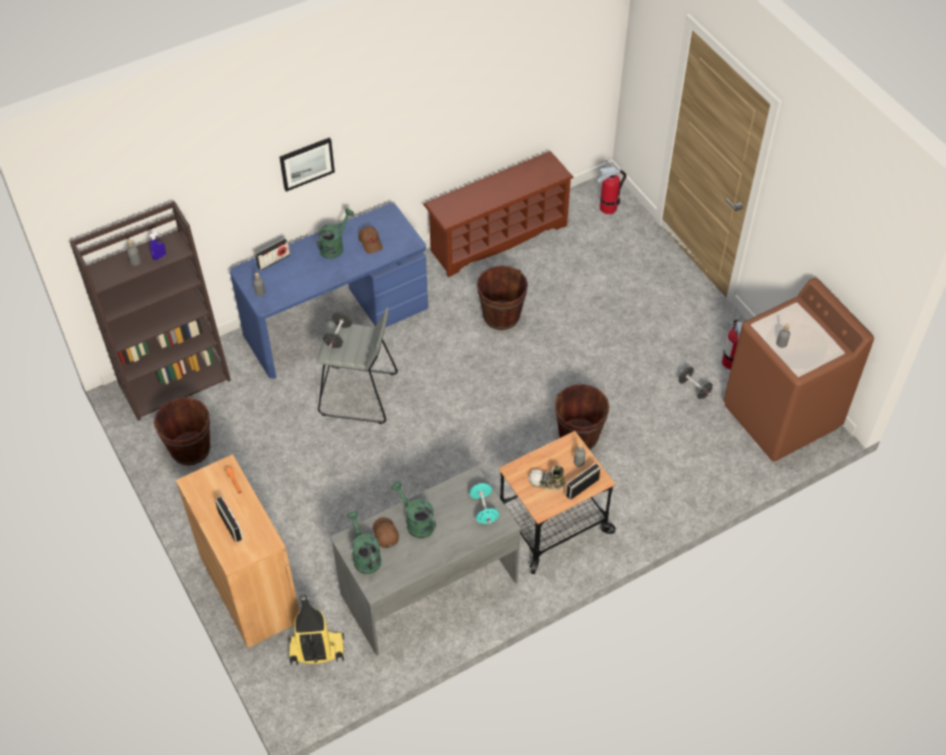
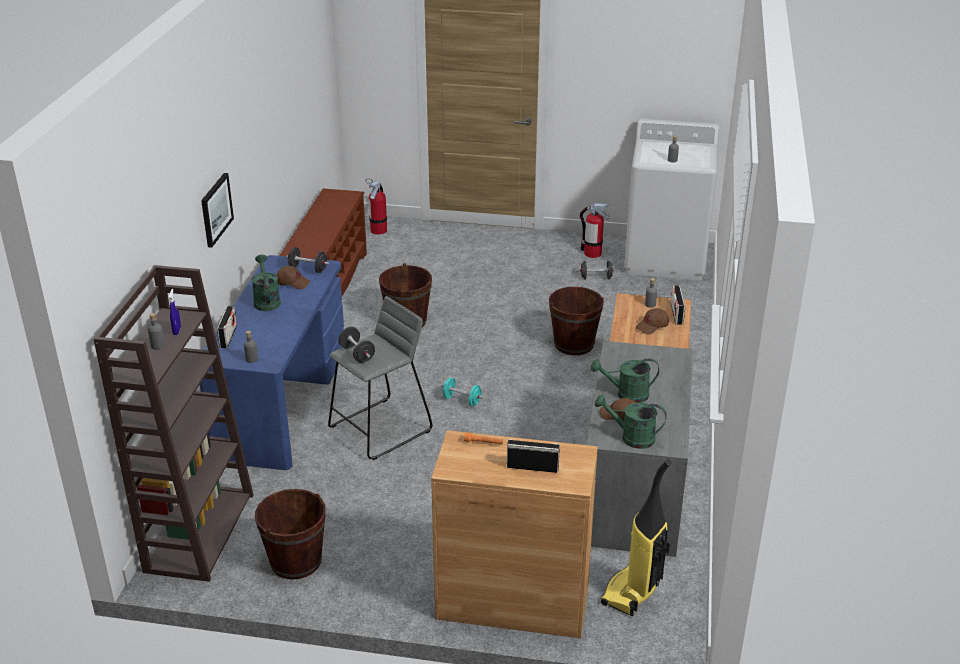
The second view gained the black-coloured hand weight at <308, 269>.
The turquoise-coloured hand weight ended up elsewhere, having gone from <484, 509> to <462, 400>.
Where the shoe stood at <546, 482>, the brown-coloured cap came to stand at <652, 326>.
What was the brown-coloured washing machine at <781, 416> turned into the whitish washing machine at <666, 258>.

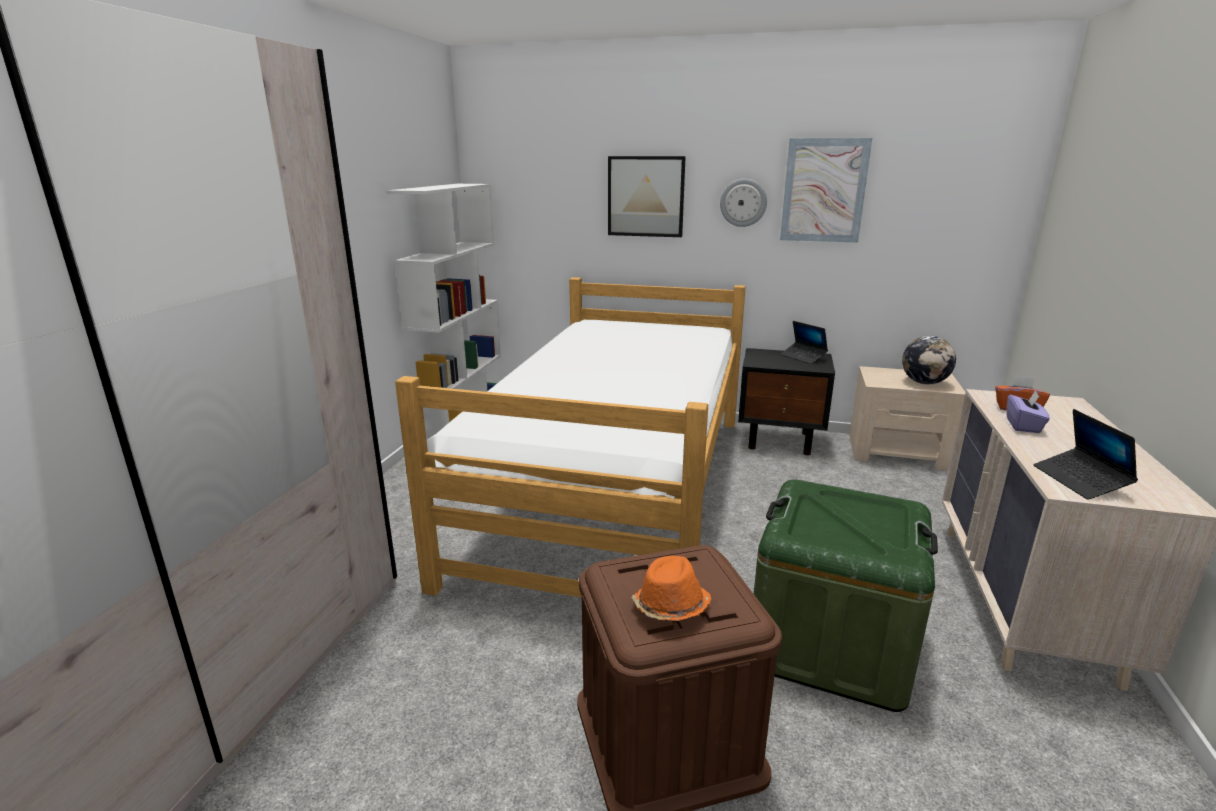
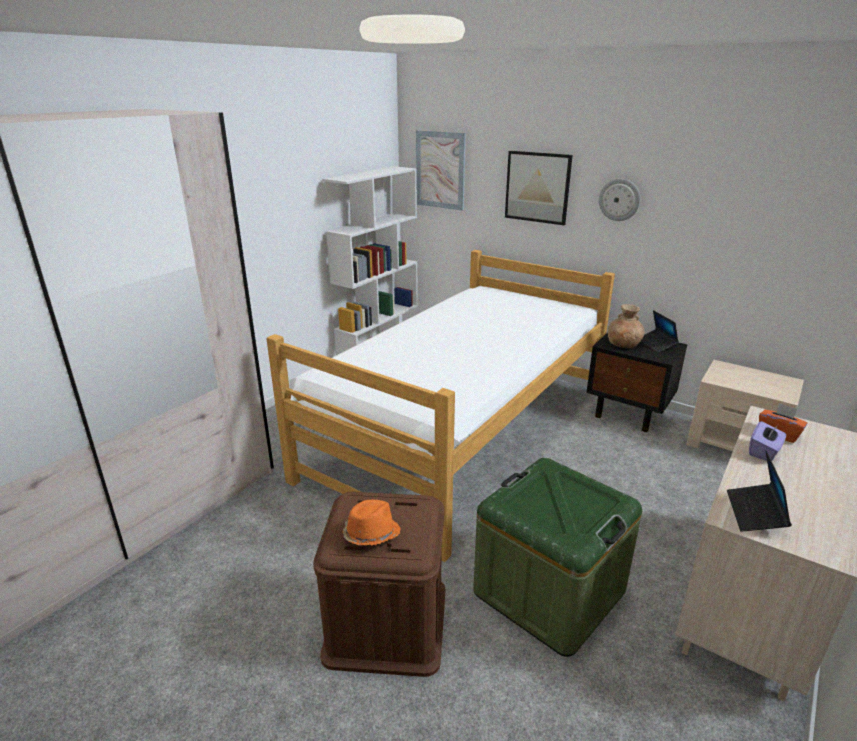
The second view lost the world globe at <924, 383>.
The second view gained the brown-coloured flower vase at <623, 344>.
The wall picture ended up elsewhere, having gone from <824, 191> to <440, 170>.

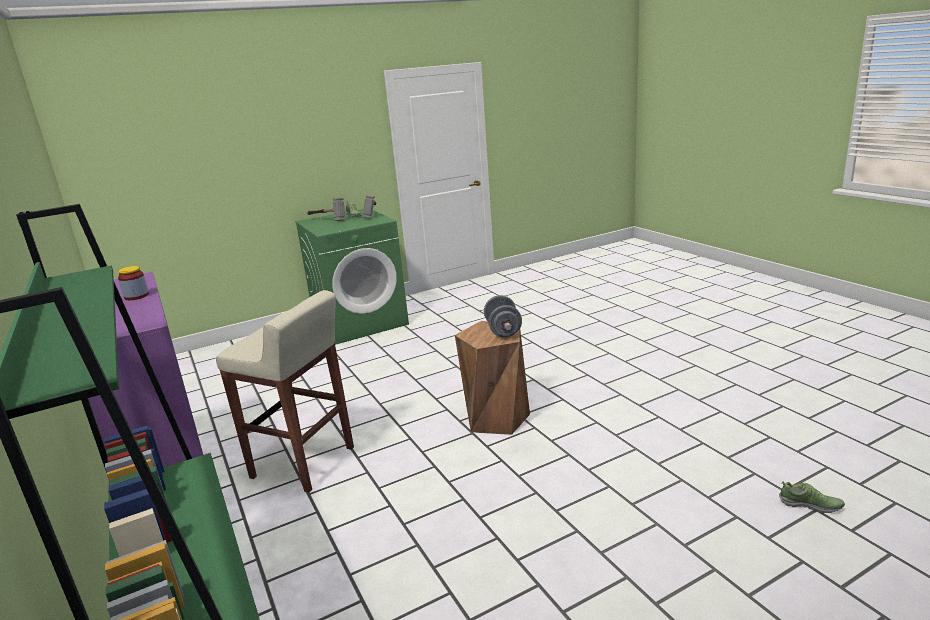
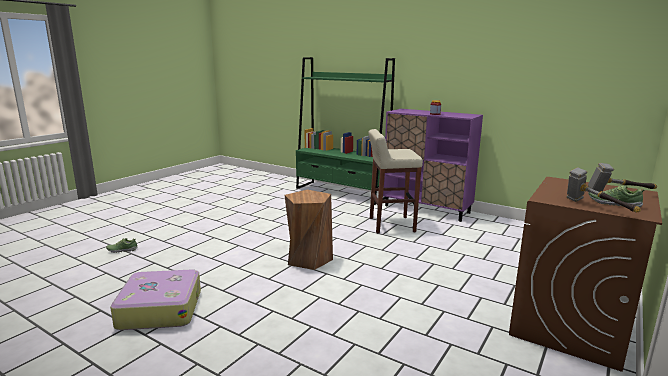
The second view lost the greyish hand weight at <503, 331>.
The second view gained the travel case at <160, 309>.
What was the greenish washing machine at <361, 322> turned into the brown-coloured washing machine at <569, 326>.

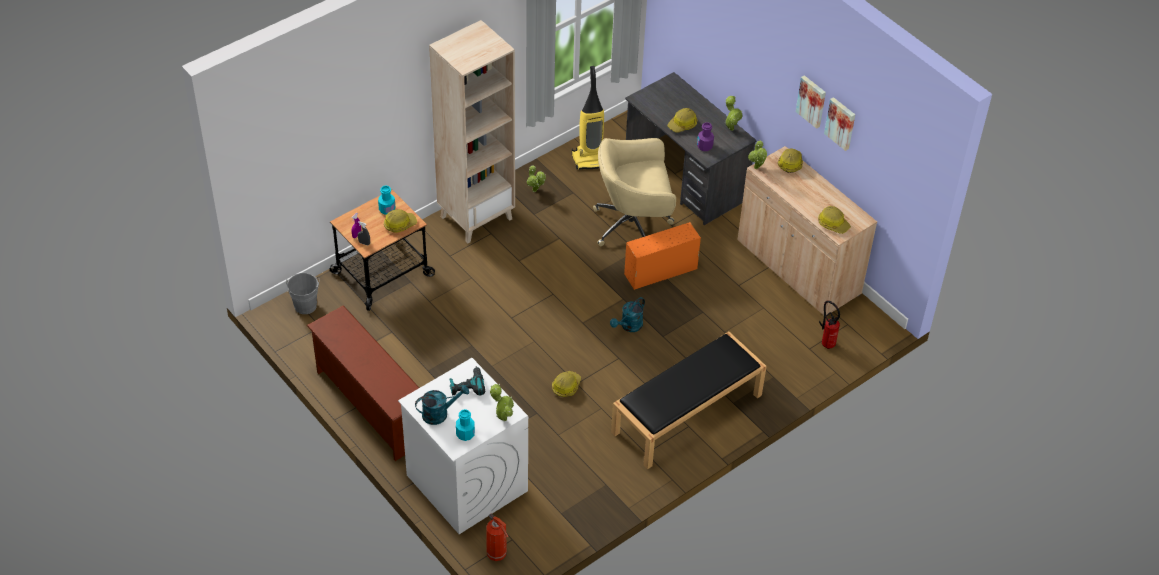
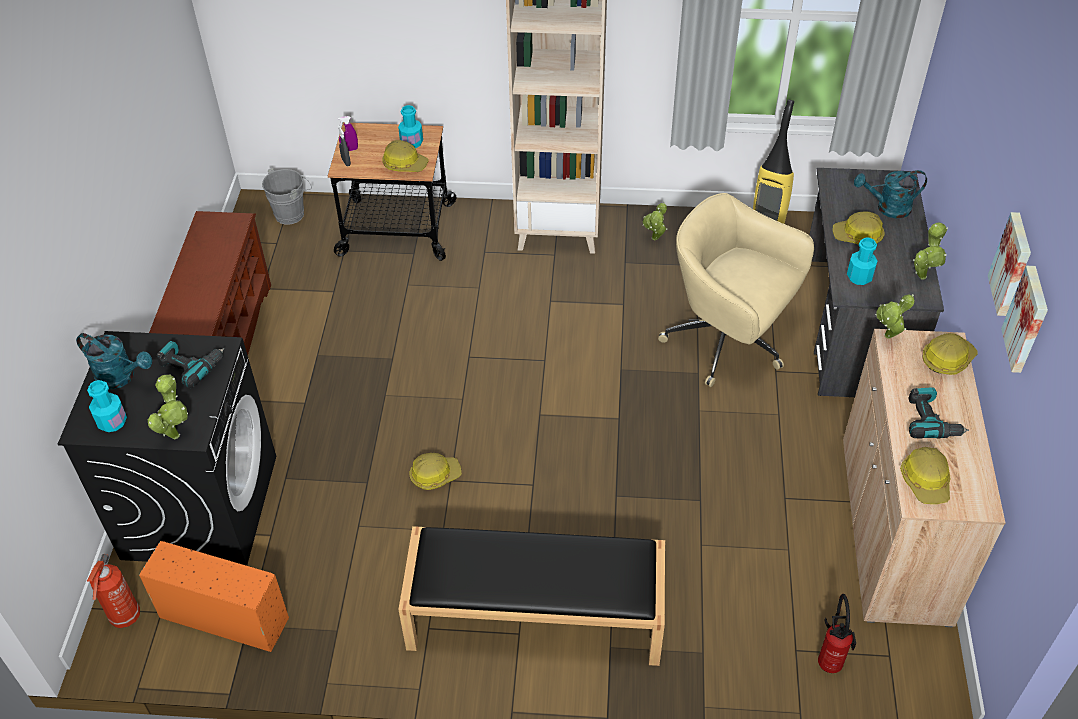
The second view gained the drill at <931, 421>.
The turquoise-coloured watering pot ended up elsewhere, having gone from <629, 326> to <887, 208>.
The orange storage bin ended up elsewhere, having gone from <659, 272> to <222, 617>.
What was the whitish washing machine at <466, 482> turned into the black-coloured washing machine at <200, 506>.
What was the purplish drink bottle at <704, 146> turned into the turquoise-coloured drink bottle at <859, 277>.

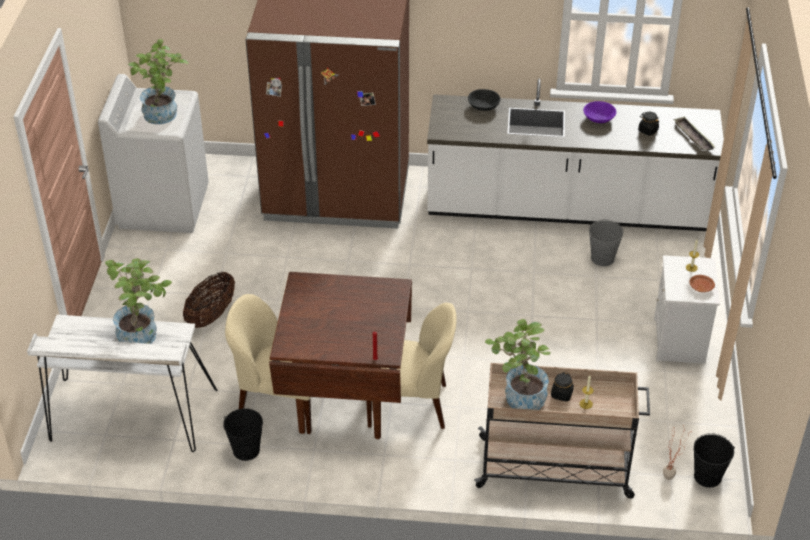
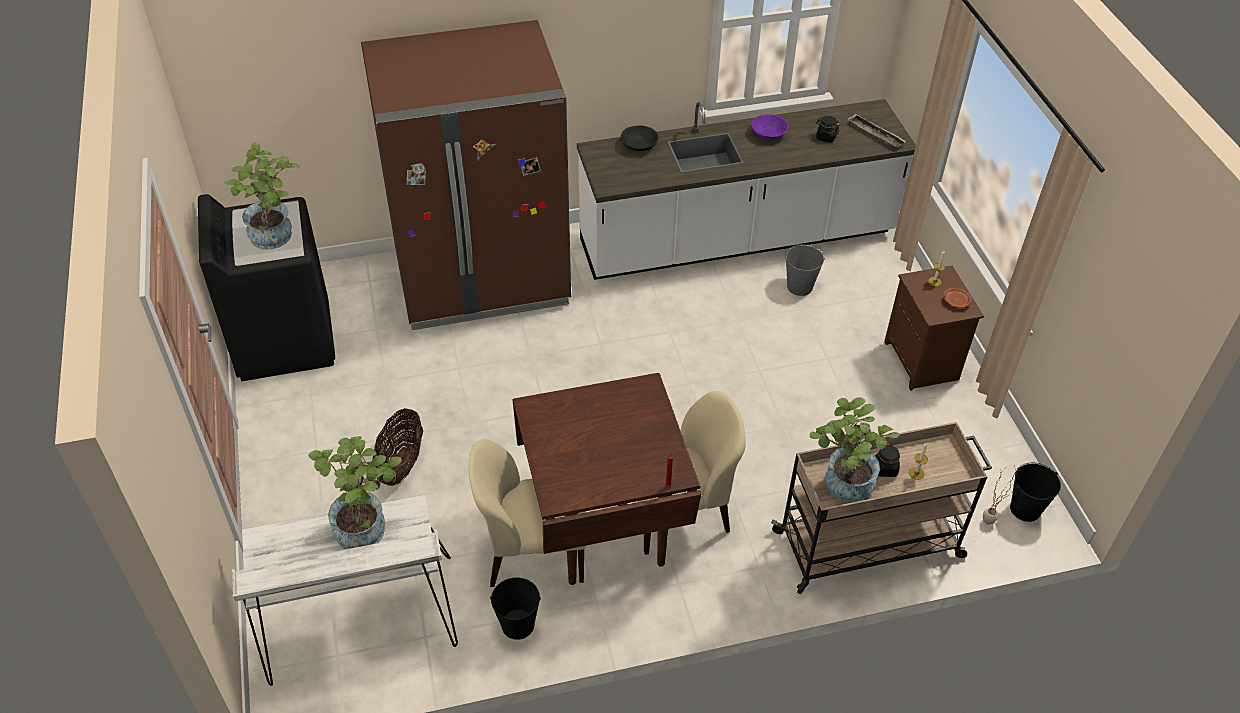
What was the whitish washing machine at <163, 206> turned into the black-coloured washing machine at <284, 340>.
What was the whitish night table at <680, 342> turned into the brown-coloured night table at <923, 362>.

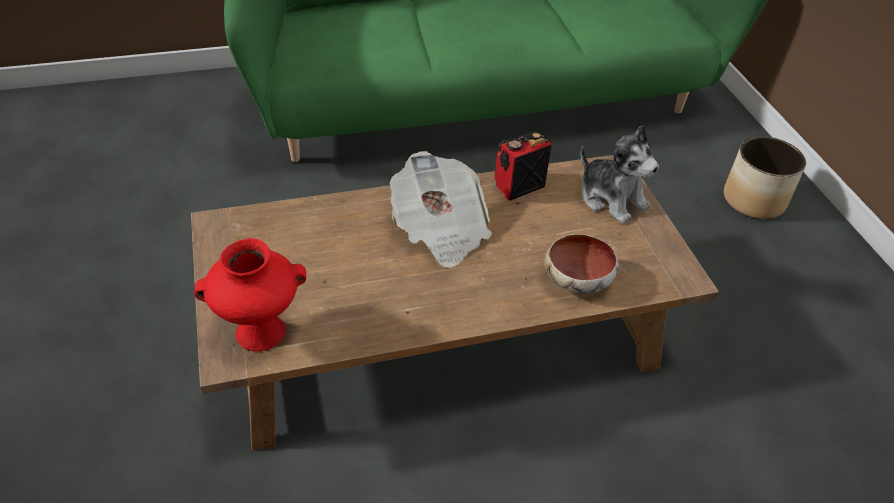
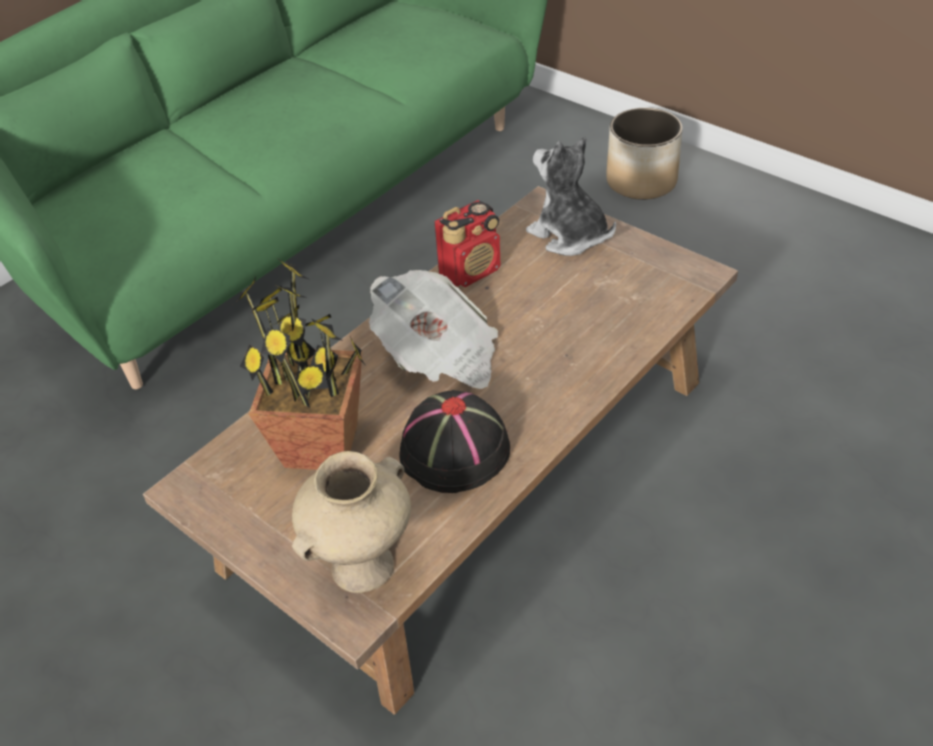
The second view lost the deep dish at <578, 279>.
The second view gained the houseplant at <322, 446>.
The second view gained the black-coloured hat at <454, 451>.
What was the reddish flower vase at <259, 334> turned into the beige-coloured flower vase at <362, 568>.
The radio receiver at <517, 186> ended up facing another way, 150 degrees counterclockwise from before.
The cuddly toy at <611, 198> ended up facing another way, 150 degrees counterclockwise from before.

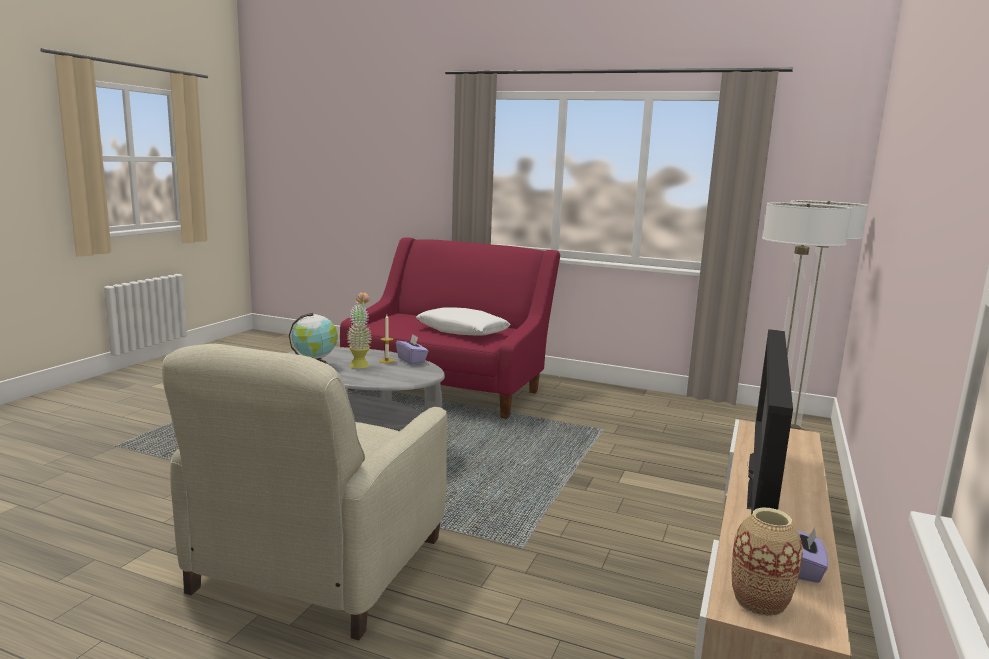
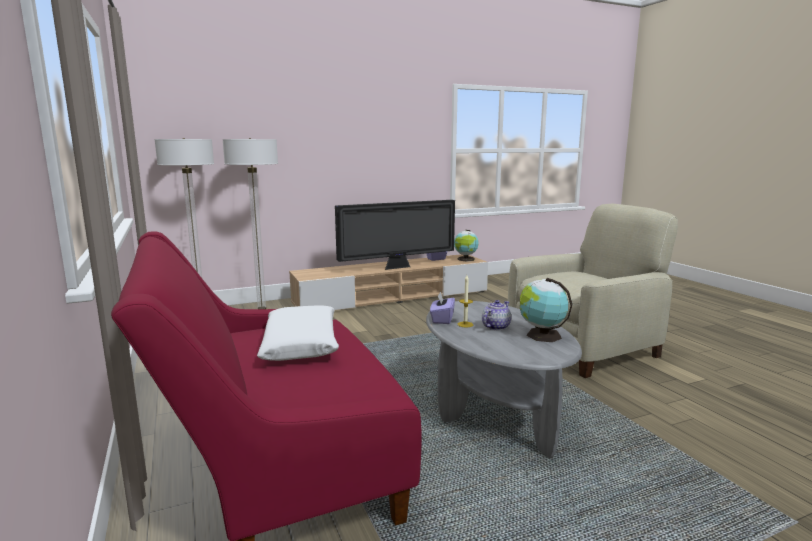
Where the houseplant stood at <360, 364>, the tea pot came to stand at <495, 327>.
Where the flower vase stood at <759, 601>, the world globe came to stand at <465, 259>.

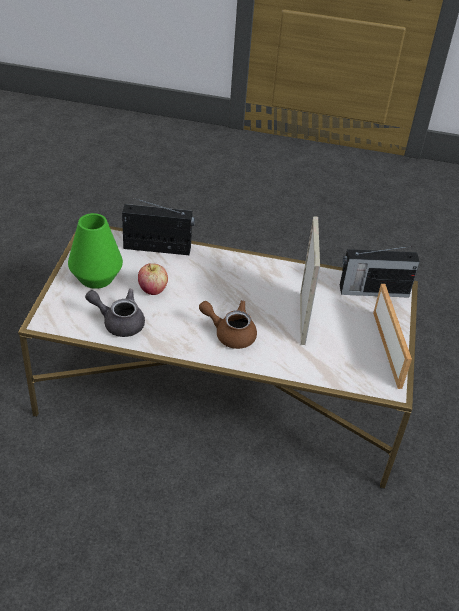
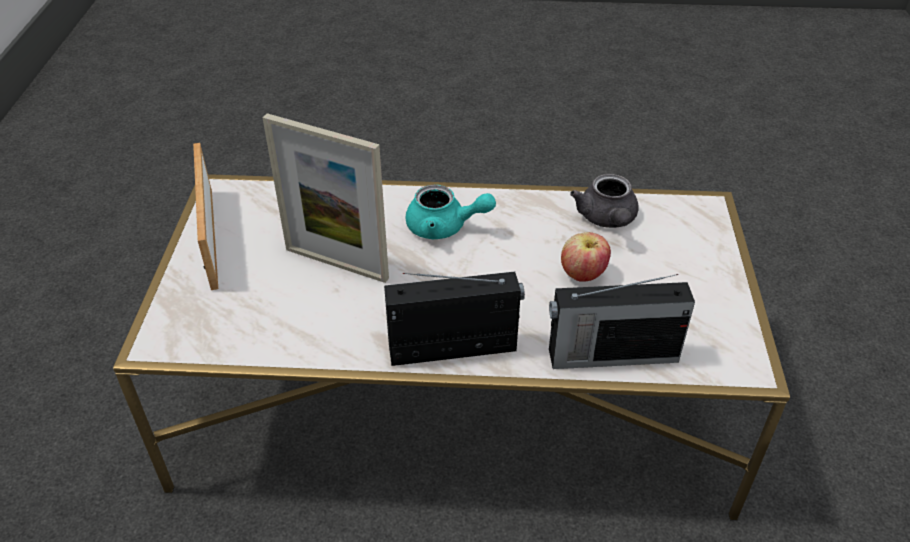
The second view lost the greenish flower vase at <96, 277>.
The radio receiver ended up elsewhere, having gone from <372, 290> to <455, 348>.
What was the brown-coloured tea pot at <230, 333> turned into the turquoise-coloured tea pot at <444, 227>.
The greyish tea pot at <119, 322> ended up facing another way, 75 degrees clockwise from before.
The photo frame at <302, 318> ended up facing another way, 60 degrees counterclockwise from before.

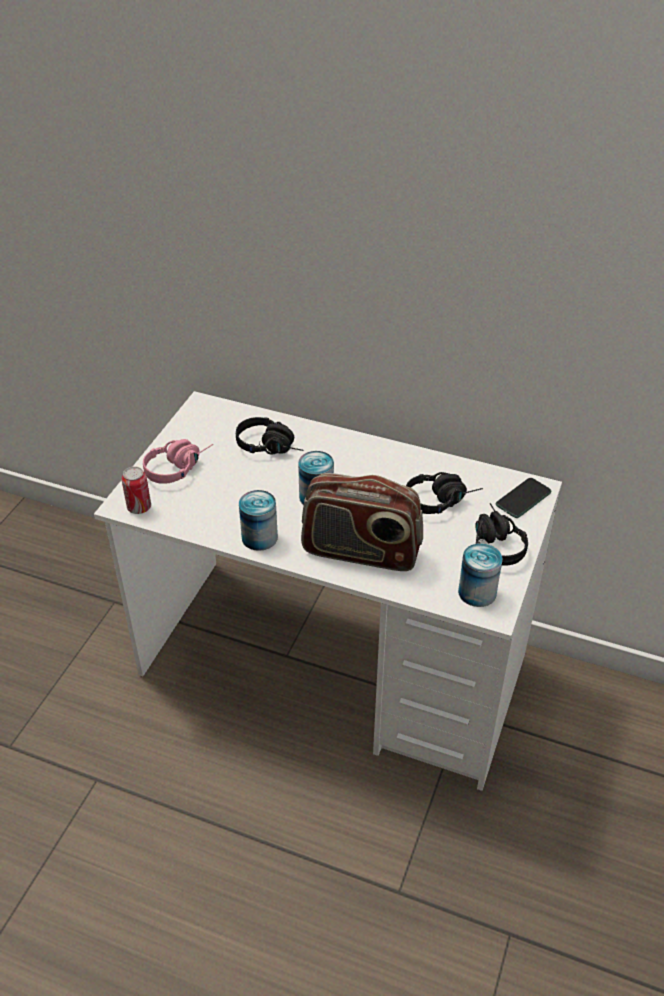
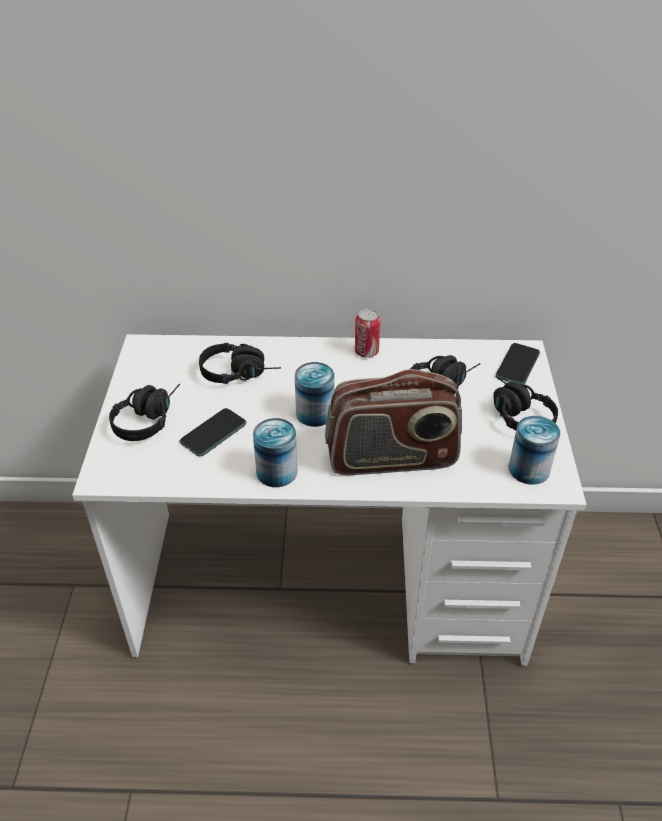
The second view gained the phone at <213, 433>.
The sealed can ended up elsewhere, having gone from <139, 507> to <366, 352>.
What was the pink-coloured headset at <179, 467> turned into the black-coloured headset at <148, 418>.

